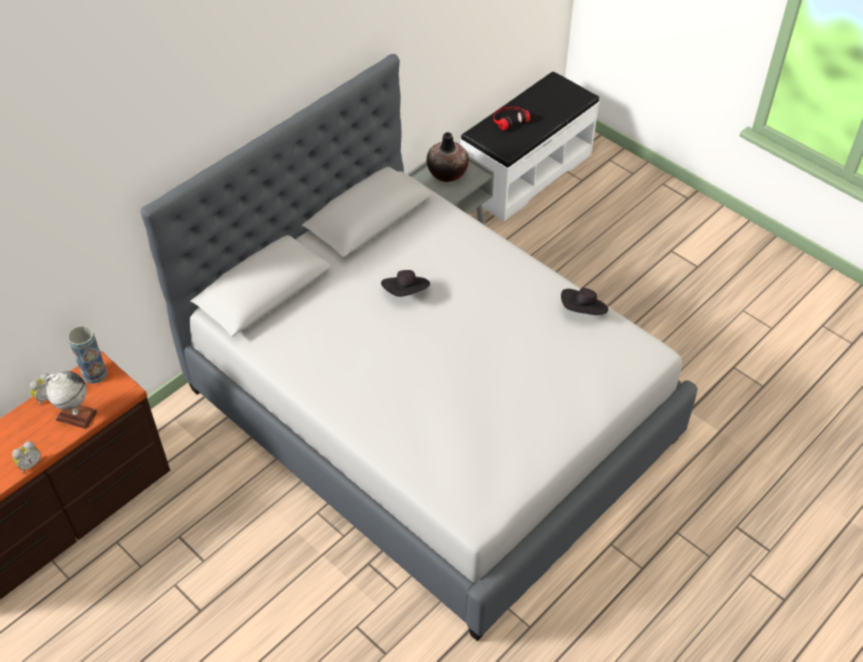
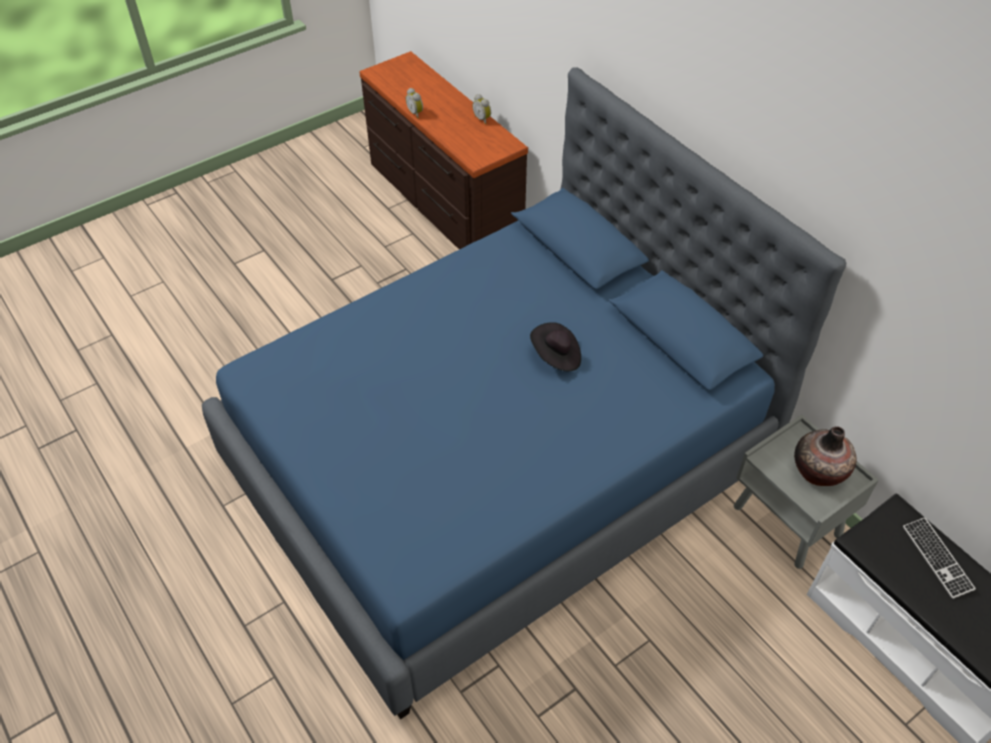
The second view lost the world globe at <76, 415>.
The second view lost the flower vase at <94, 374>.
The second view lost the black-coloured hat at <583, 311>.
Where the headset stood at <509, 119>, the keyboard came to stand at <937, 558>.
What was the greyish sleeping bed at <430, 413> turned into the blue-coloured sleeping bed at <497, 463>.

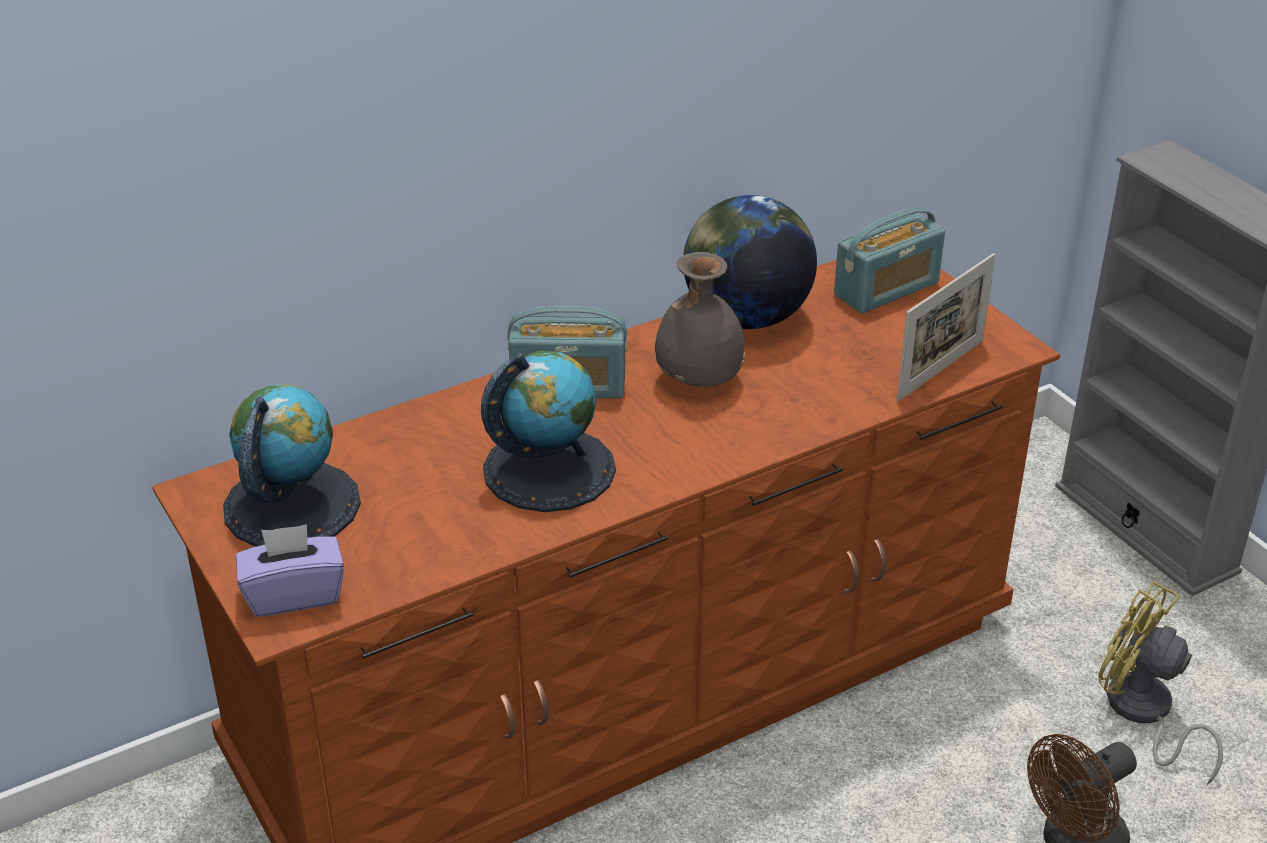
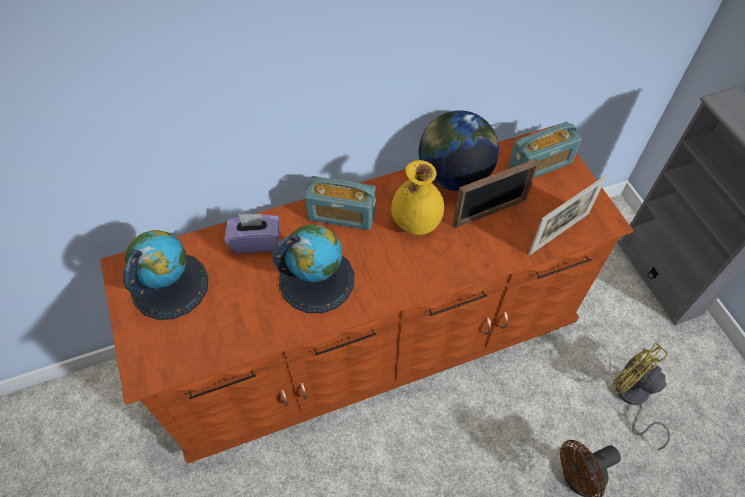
The second view gained the photo frame at <490, 212>.
The purplish tissue holder ended up elsewhere, having gone from <294, 594> to <256, 241>.
What was the greyish flower vase at <698, 379> turned into the yellowish flower vase at <416, 221>.

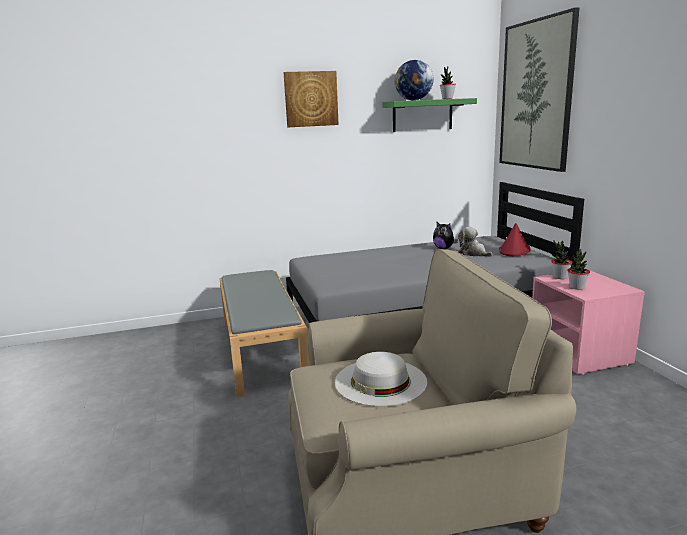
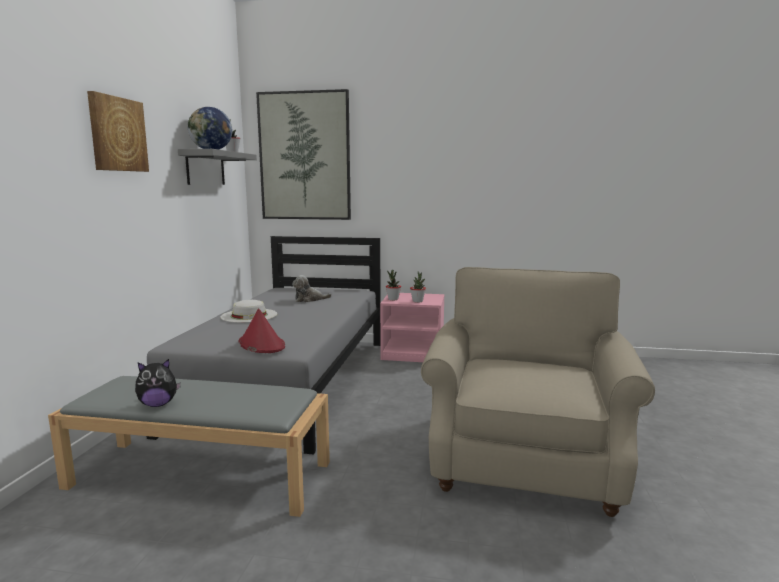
The whitish hat ended up elsewhere, having gone from <380, 381> to <249, 315>.
The cuddly toy ended up elsewhere, having gone from <444, 248> to <158, 404>.
The reddish hat ended up elsewhere, having gone from <514, 250> to <261, 345>.
What was the greenish shelf at <422, 115> turned into the greyish shelf at <205, 168>.

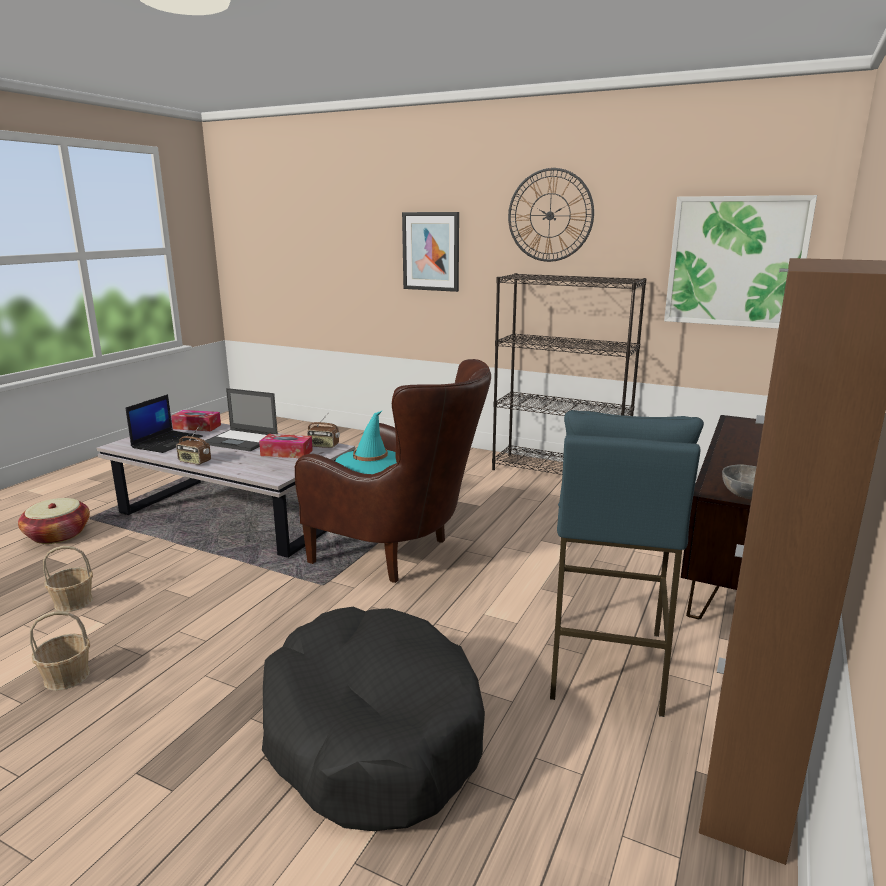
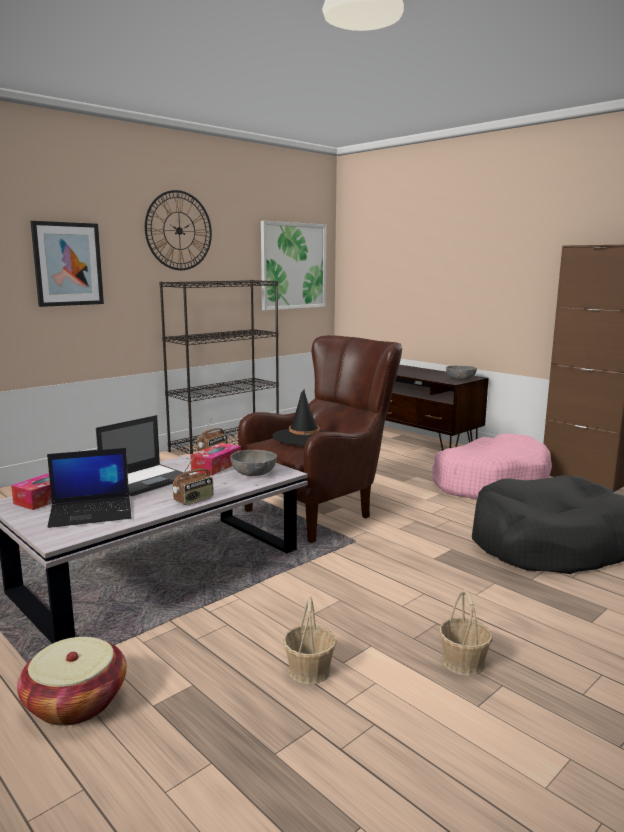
The second view gained the greyish deep dish at <254, 474>.
Where the blue-coloured stool stood at <605, 664>, the pink-coloured dog cushion came to stand at <490, 483>.
What was the turquoise-coloured hat at <371, 463> turned into the black-coloured hat at <304, 438>.
The portable computer at <167, 442> ended up facing another way, 120 degrees clockwise from before.

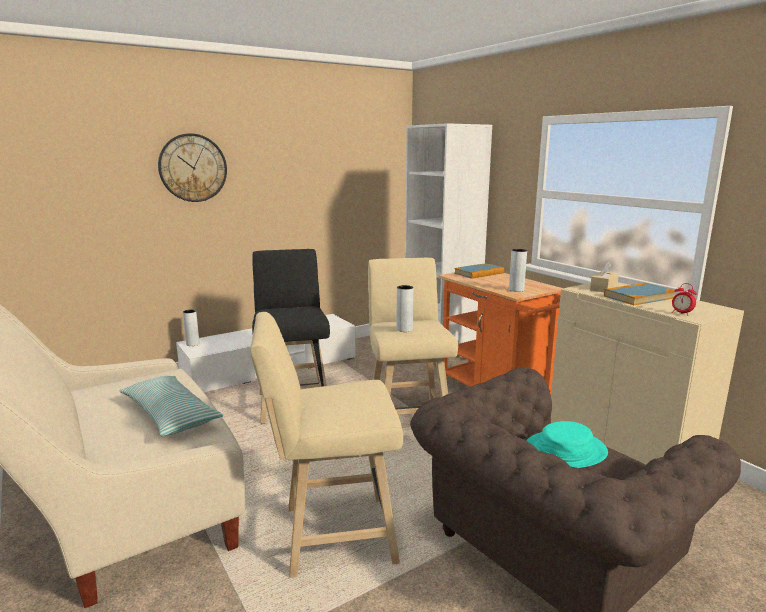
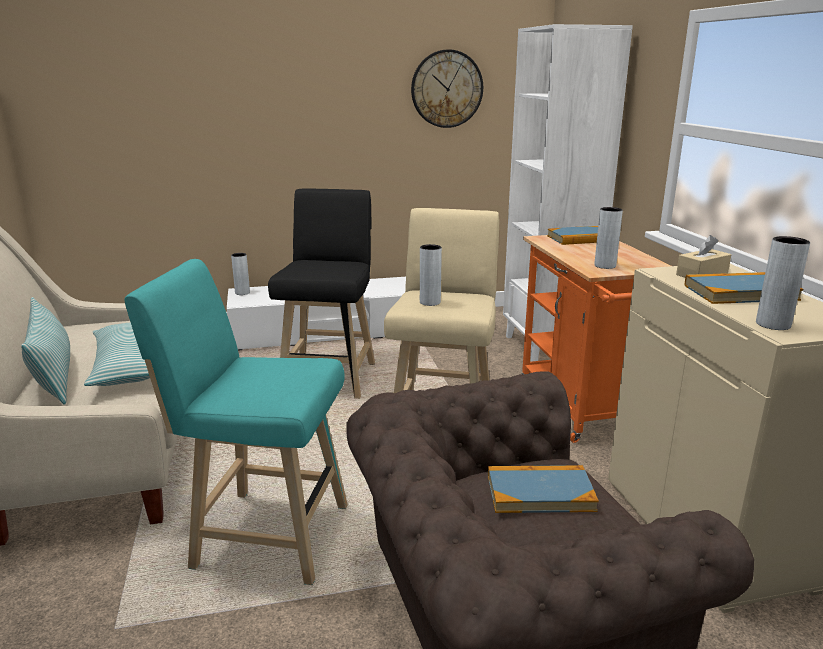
The second view gained the cushion at <54, 376>.
The hanging clock ended up elsewhere, having gone from <193, 168> to <447, 89>.
Where the turquoise-coloured hat stood at <565, 450>, the bound book came to stand at <540, 493>.
Where the alarm clock stood at <681, 313>, the greyish flower vase came to stand at <773, 324>.
What was the beige-coloured stool at <331, 535> turned into the turquoise-coloured stool at <263, 534>.

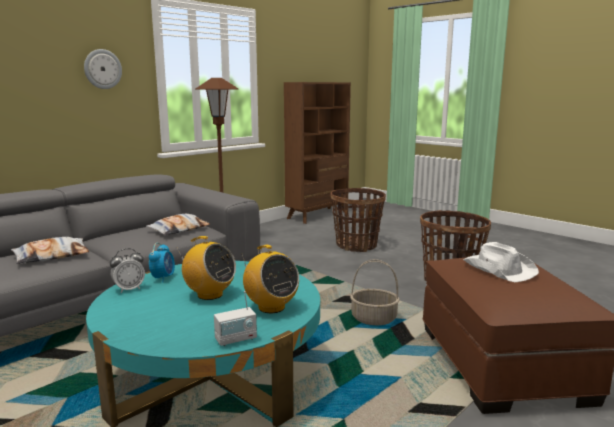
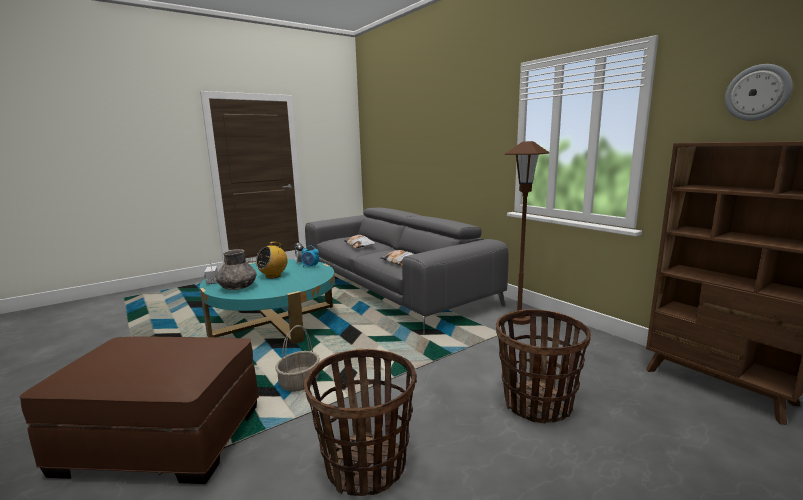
The second view lost the whitish hat at <498, 269>.
The hanging clock ended up elsewhere, having gone from <102, 69> to <757, 93>.
Where the radio receiver stood at <271, 307>, the greyish flower vase came to stand at <238, 287>.

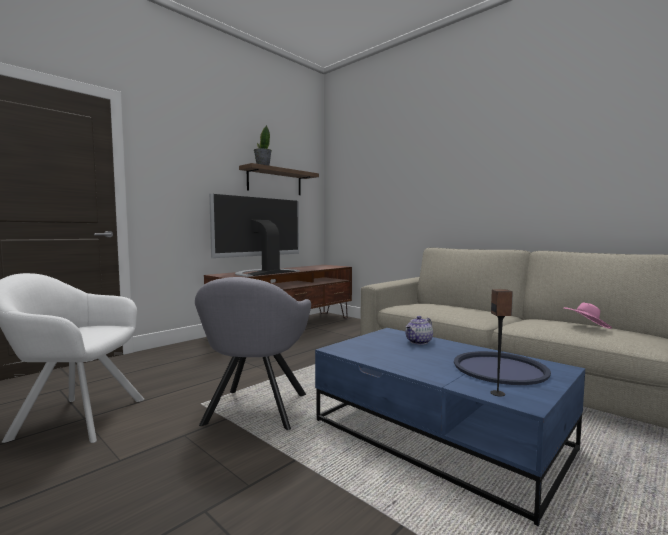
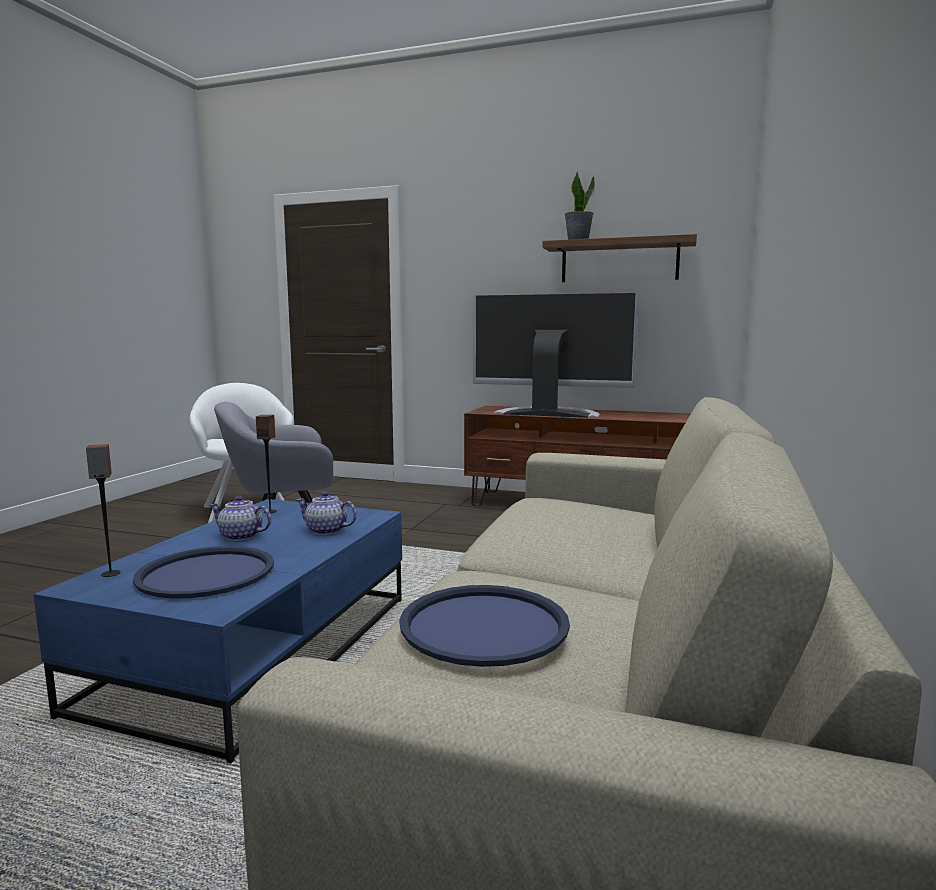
The second view gained the tea pot at <240, 536>.
The second view gained the loudspeaker at <270, 511>.
Where the pink-coloured hat stood at <586, 327>, the blue-coloured serving tray came to stand at <484, 626>.

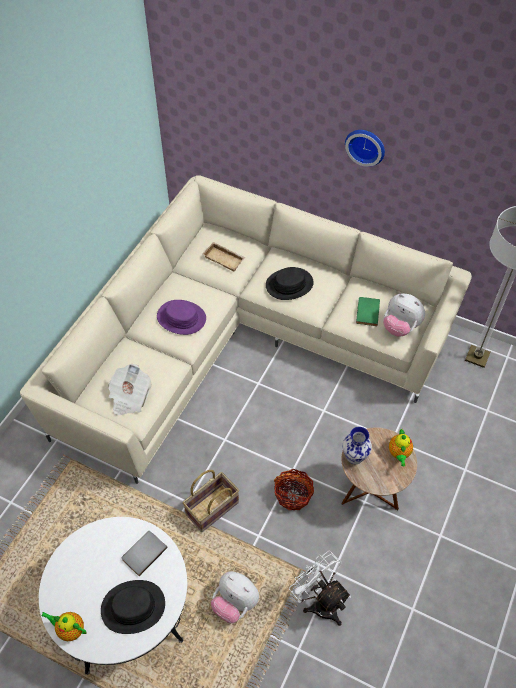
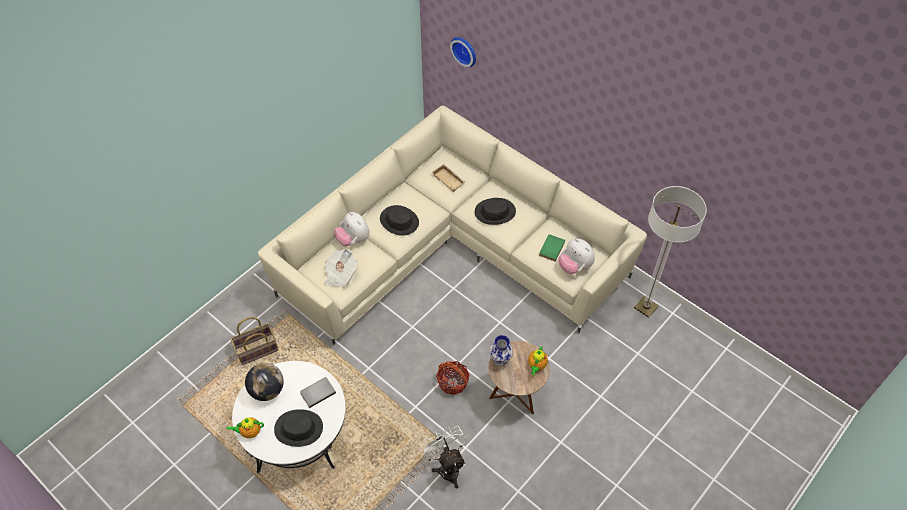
The second view gained the world globe at <267, 390>.
The basket ended up elsewhere, having gone from <212, 509> to <257, 350>.
The cuddly toy ended up elsewhere, having gone from <235, 603> to <353, 240>.
The hanging clock ended up elsewhere, having gone from <366, 145> to <465, 50>.
What was the purplish hat at <181, 318> turned into the black-coloured hat at <399, 221>.
The tea pot at <69, 629> ended up facing another way, 45 degrees counterclockwise from before.

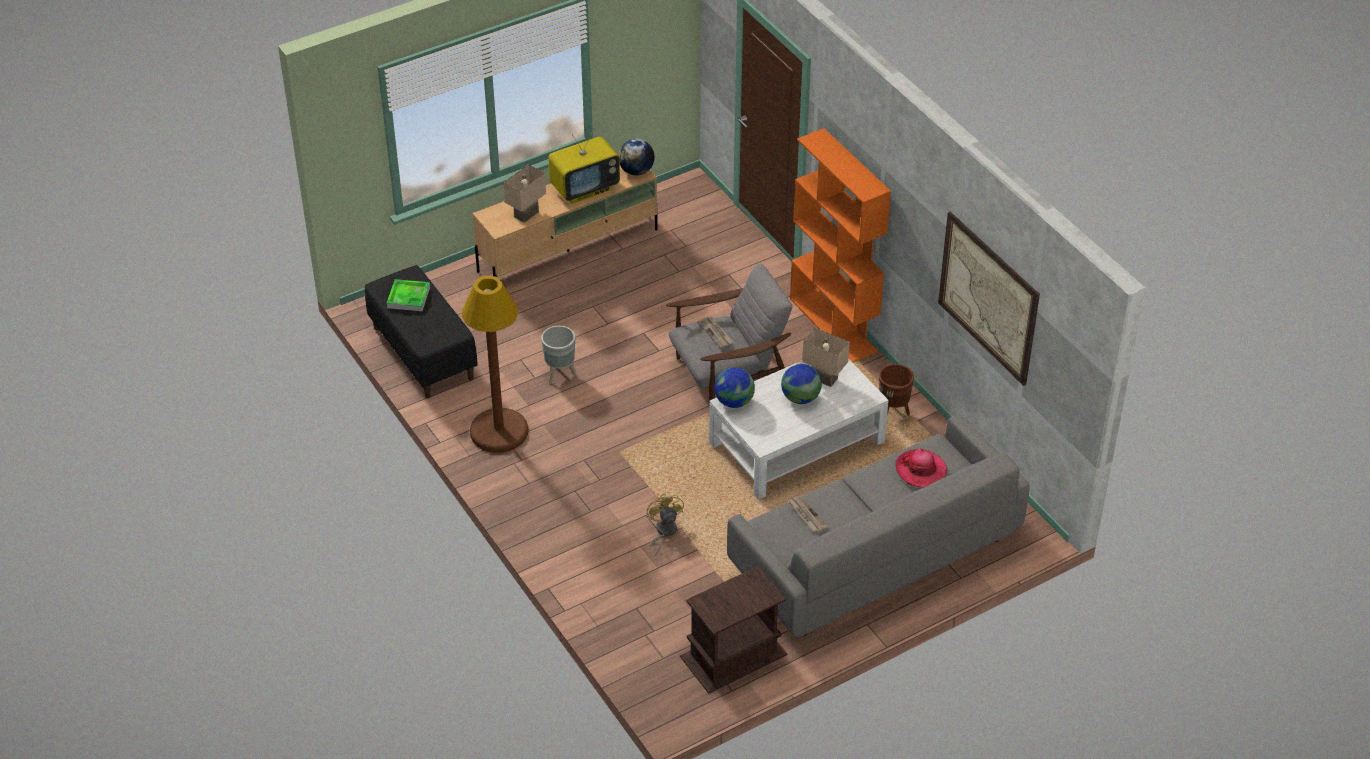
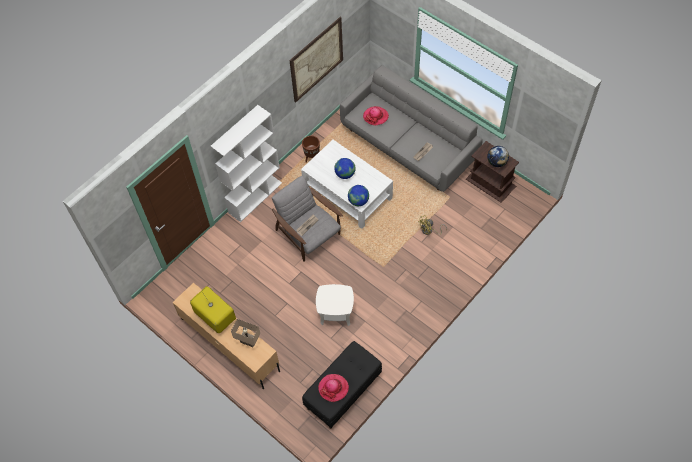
The second view lost the brown-coloured standard lamp at <499, 431>.
The second view lost the beige-coloured table lamp at <823, 379>.
The world globe ended up elsewhere, having gone from <636, 171> to <496, 162>.
Where the serving tray stood at <408, 297>, the hat came to stand at <333, 388>.
Where the greyish flower pot stood at <560, 374>, the whitish end table came to stand at <336, 313>.
What was the orange bookcase at <834, 325> turned into the whitish bookcase at <255, 197>.

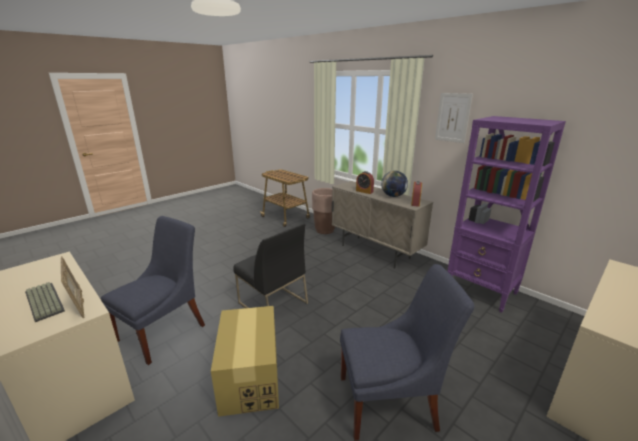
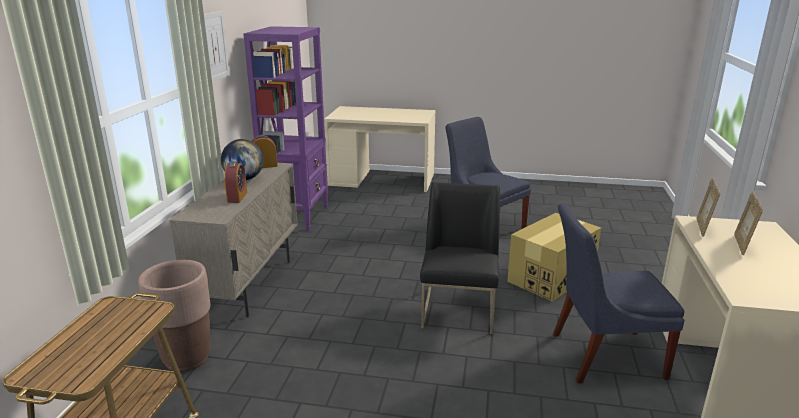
Where the keyboard stood at <43, 301>, the photo frame came to stand at <741, 245>.

